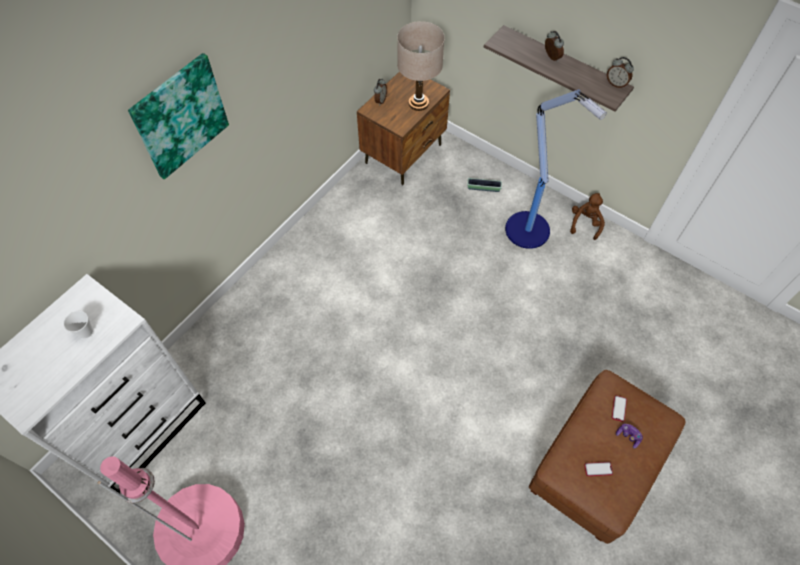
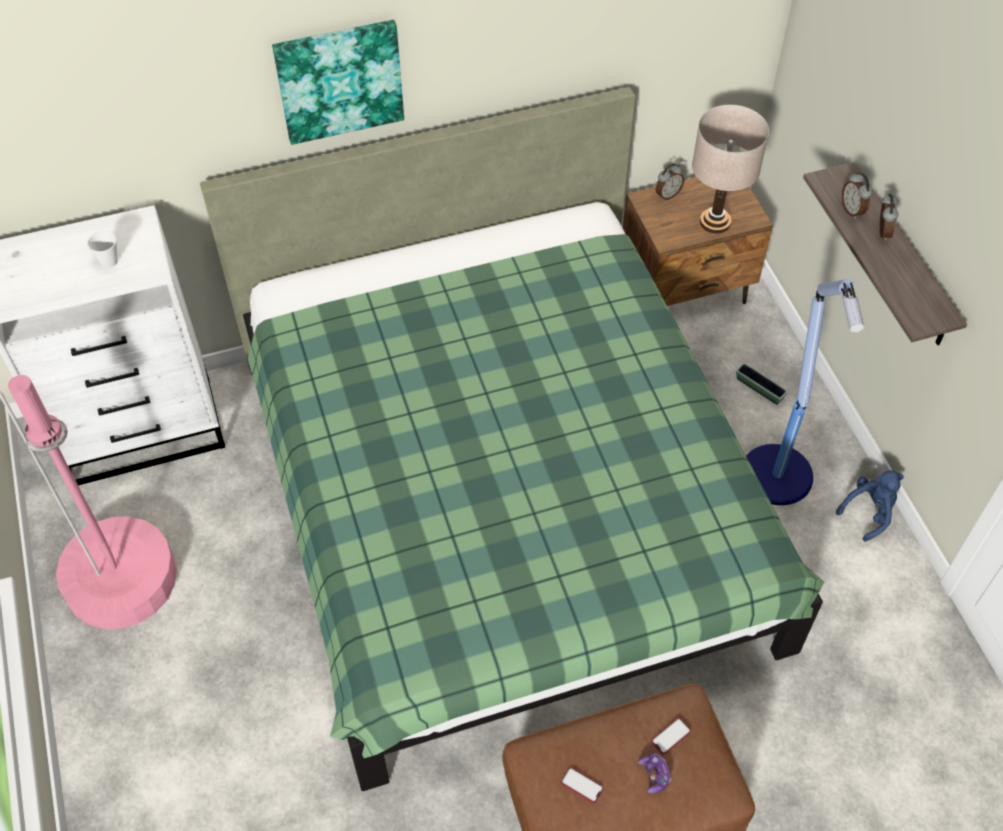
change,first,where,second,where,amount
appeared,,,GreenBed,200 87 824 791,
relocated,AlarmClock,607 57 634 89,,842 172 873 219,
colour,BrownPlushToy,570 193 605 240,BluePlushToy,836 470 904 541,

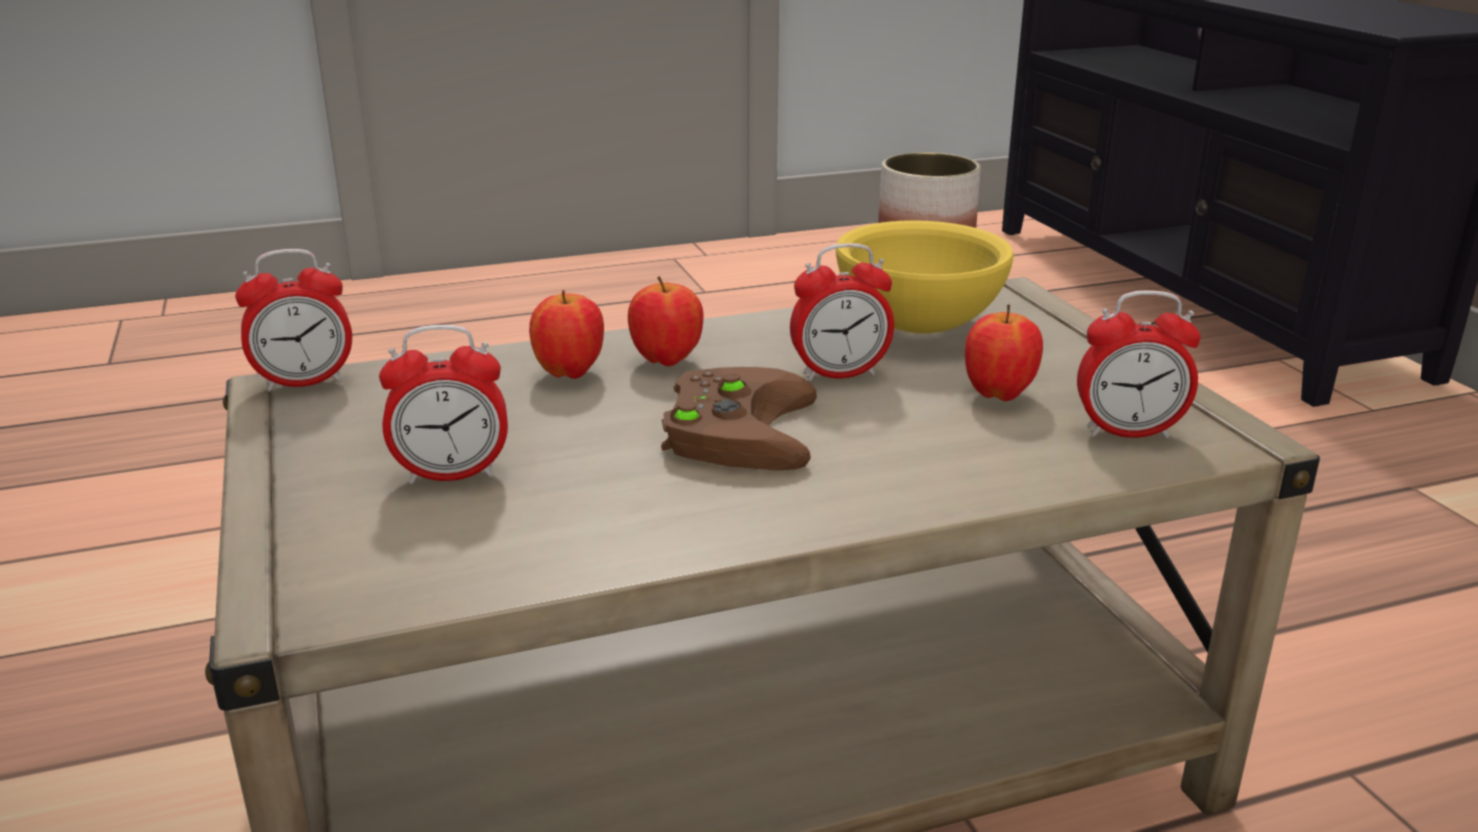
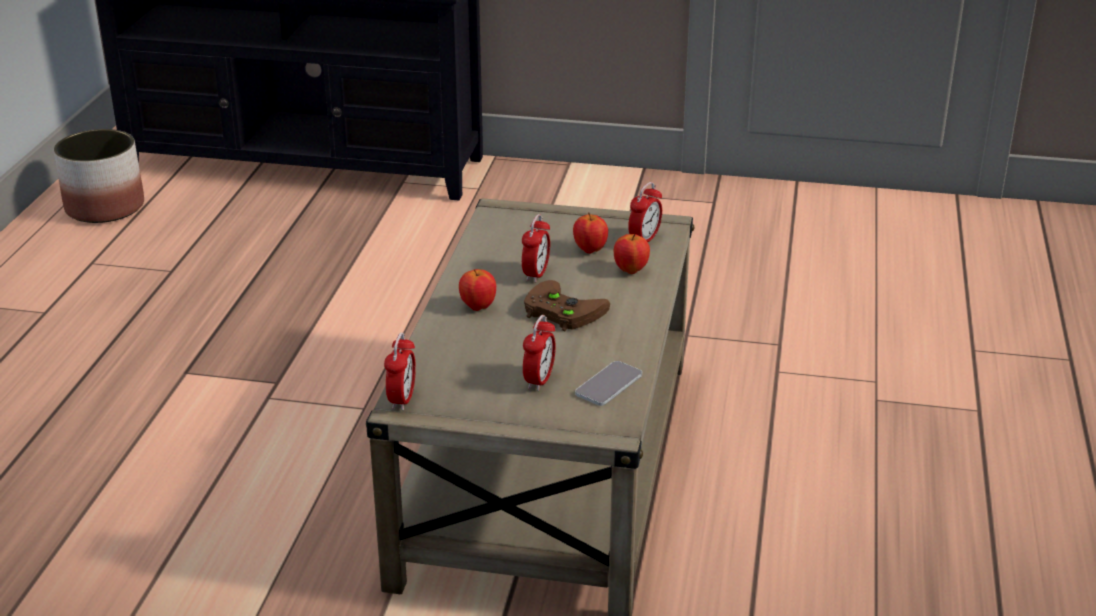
change,first,where,second,where,amount
missing,YellowBowl,836 220 1014 333,,,
appeared,,,Phone,575 361 642 406,
relocated,Apple,529 290 604 379,,614 234 650 274,

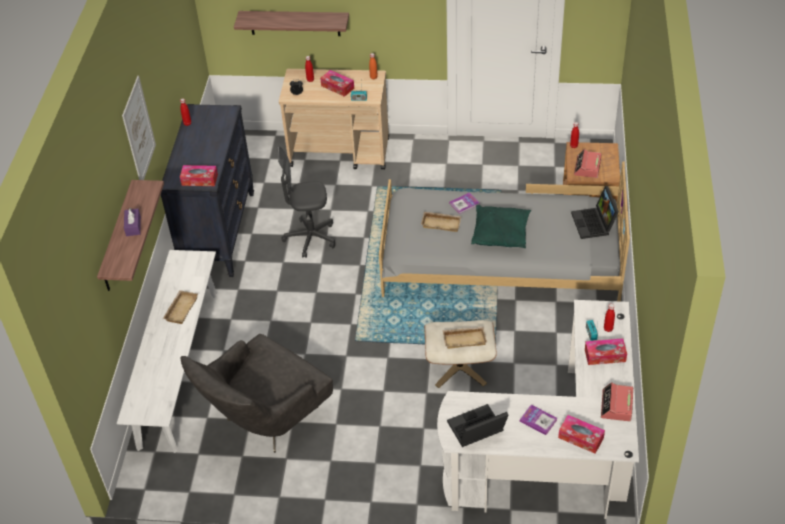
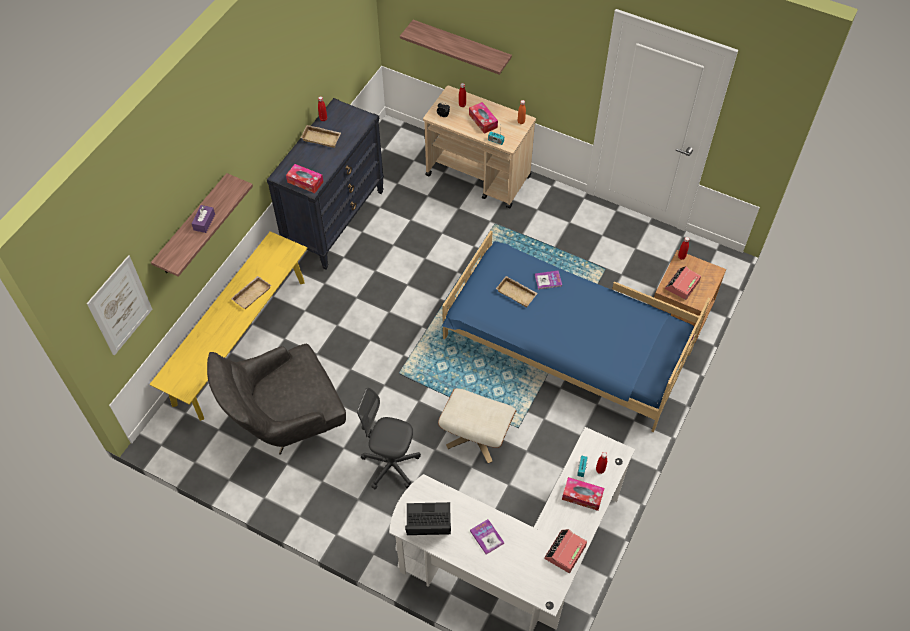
change,first,where,second,where,amount
missing,GreenPillow,471 205 531 248,,,
missing,TissueBox,558 415 605 454,,,
missing,Laptop,571 186 619 239,,,
relocated,Picture,122 76 156 180,,87 255 152 356,
relocated,GreyOfficeChair,278 146 335 258,,357 388 421 489,
relocated,BeigeTray,443 327 487 349,,300 125 341 148,
colour,WhiteBench,117 250 218 453,YellowBench,150 231 308 421,
colour,GreyBed,379 161 630 301,BlueBed,442 231 710 433,

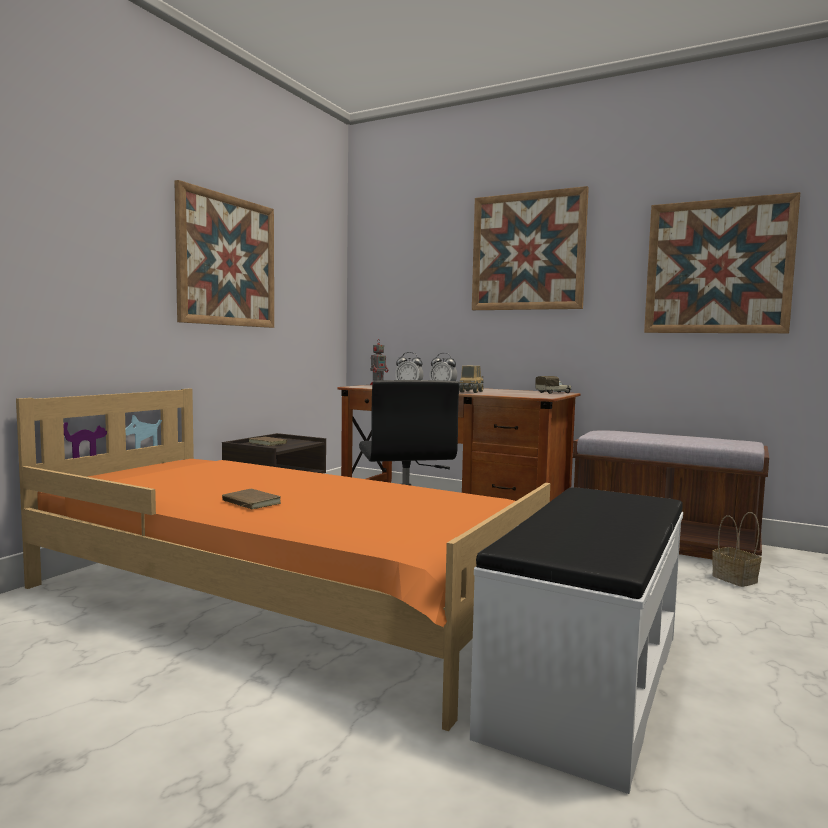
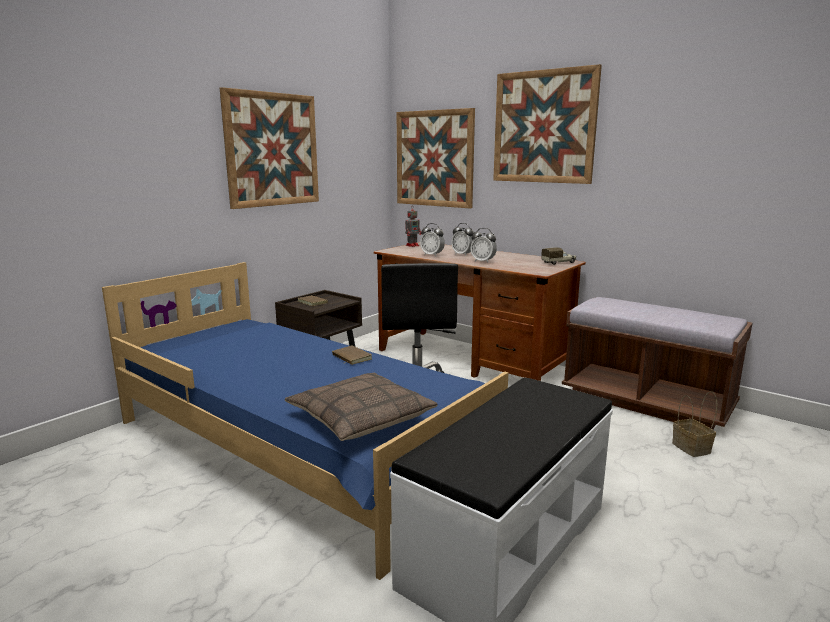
change,first,where,second,where,amount
appeared,,,Pillow,285 373 438 441,
relocated,BrownBook,222 489 281 510,,332 346 372 365,
relocated,Picture,644 192 800 333,,397 108 475 208,
exchanged,ToyTruck,459 366 484 393,AlarmClock,471 228 497 263,
colour,OrangeBed,16 389 550 731,BlueBed,102 262 509 580,

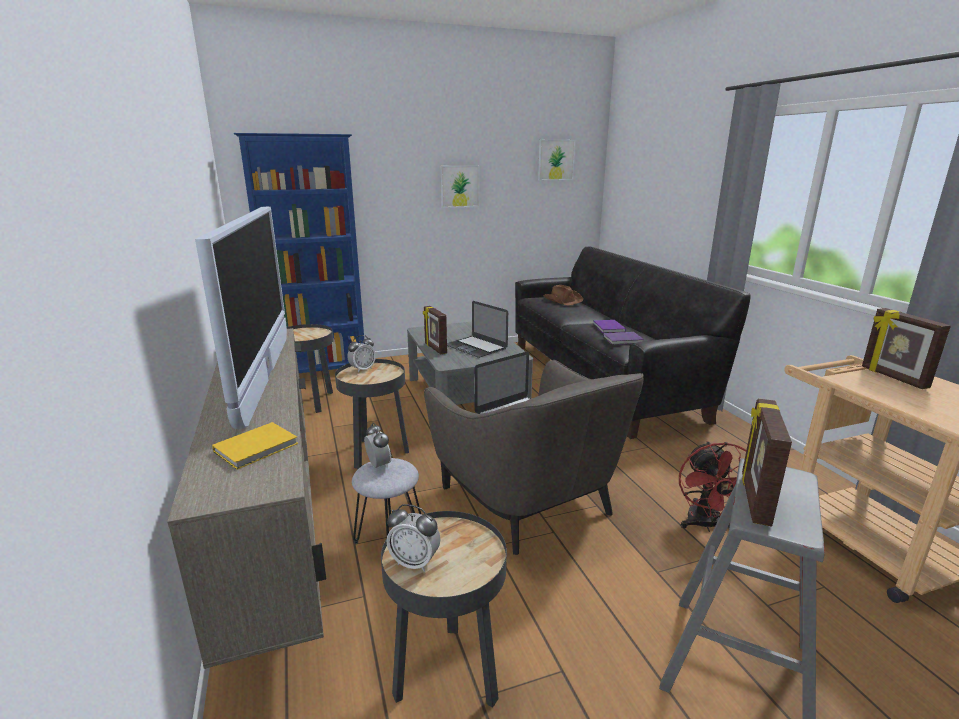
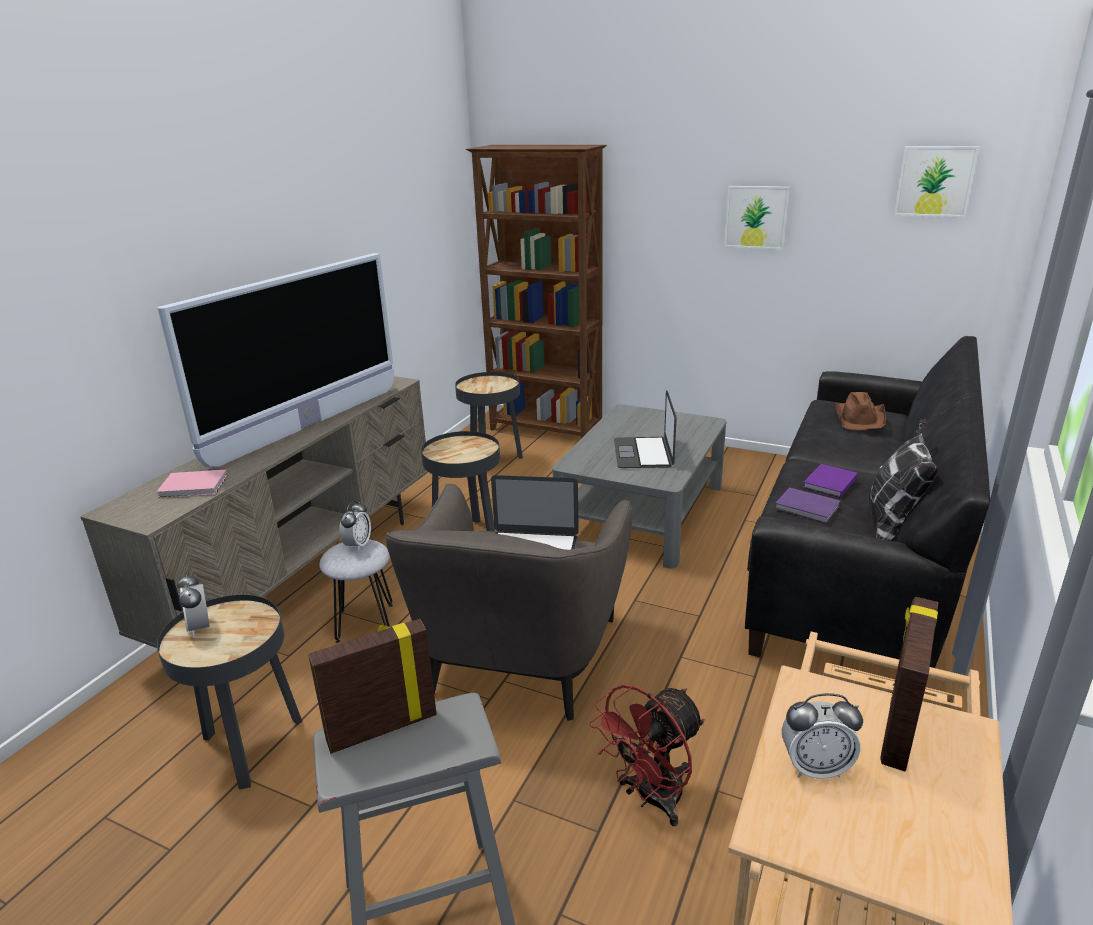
change,first,where,second,where,amount
missing,PictureFrame,423 306 447 354,,,
appeared,,,Pillow,869 418 938 541,
relocated,AlarmClock,347 335 376 373,,782 693 863 779,
colour,YellowBook,212 422 298 470,PinkBook,156 470 227 498,
colour,BlueBookcase,234 133 365 373,BrownBookcase,466 145 607 438,

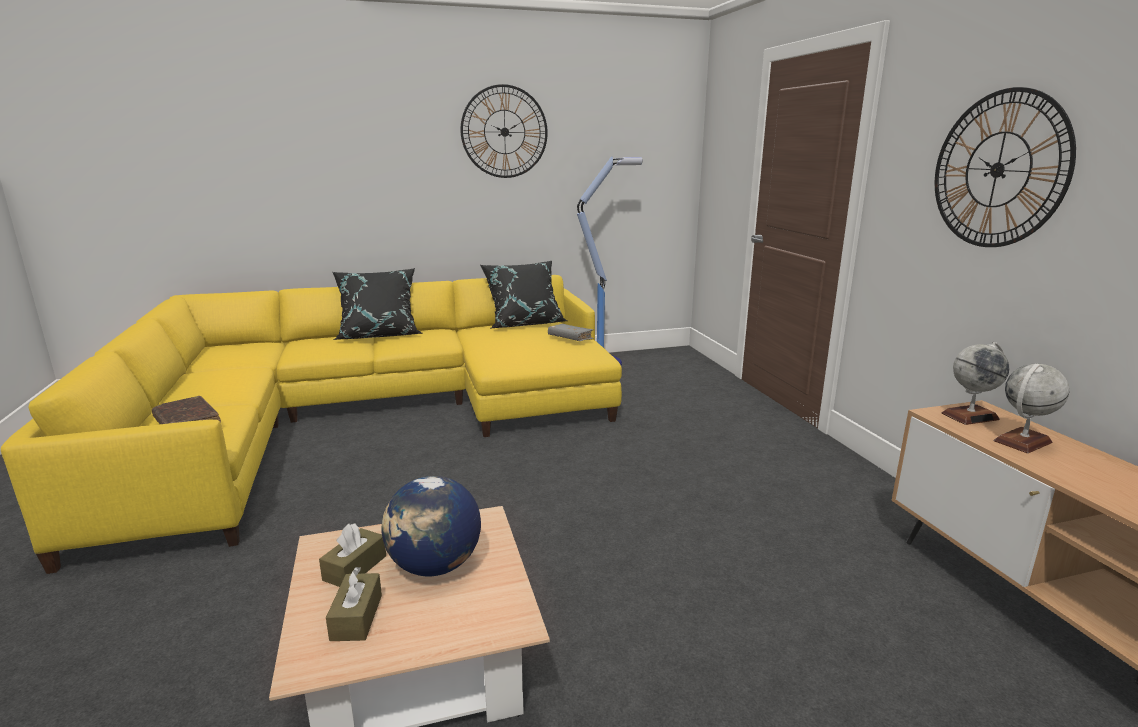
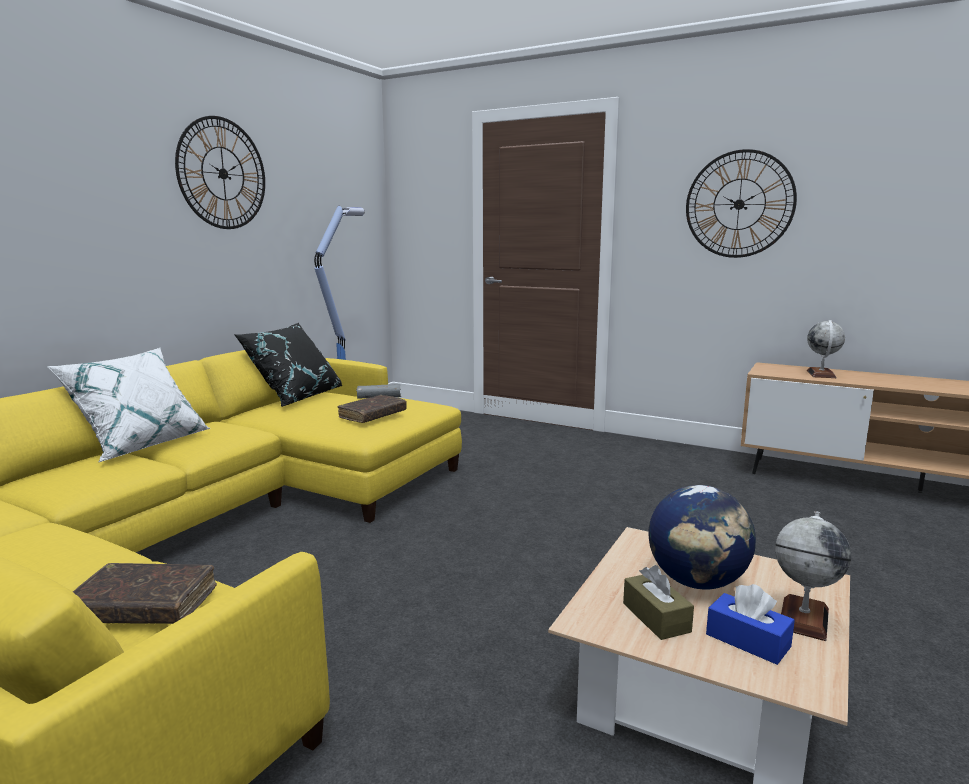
change,first,where,second,where,amount
appeared,,,BrownBook,338 395 407 423,
relocated,Globe,941 342 1009 425,,775 511 851 641,
colour,BrownTissueBox,326 567 382 641,BlueTissueBox,706 584 795 665,
colour,BlackPillow,332 268 423 340,WhitePillow,47 348 210 462,

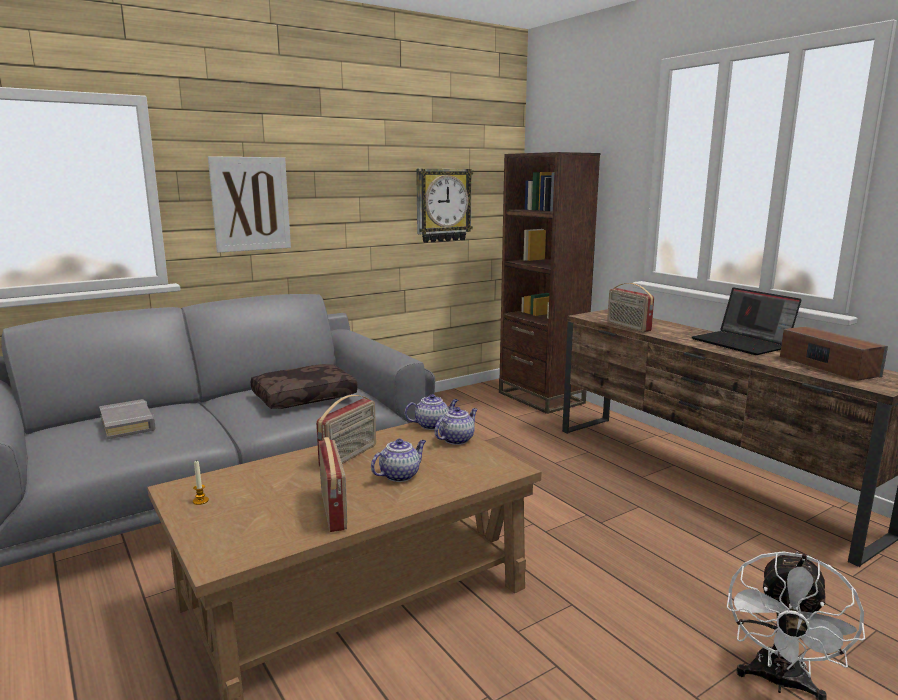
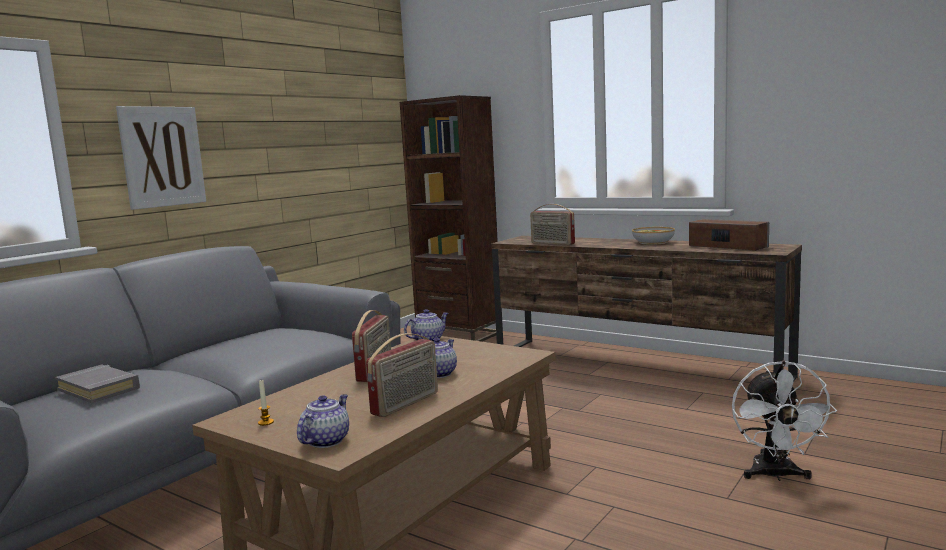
change,first,where,second,where,amount
missing,BrownPillow,251 364 358 409,,,
missing,WallClock,416 169 473 243,,,
relocated,Teapot,434 407 478 445,,297 394 349 448,
exchanged,Laptop,692 287 801 355,Bowl,632 227 675 245,
spun,Radio,319 437 347 532,,366 333 438 417,75 degrees clockwise

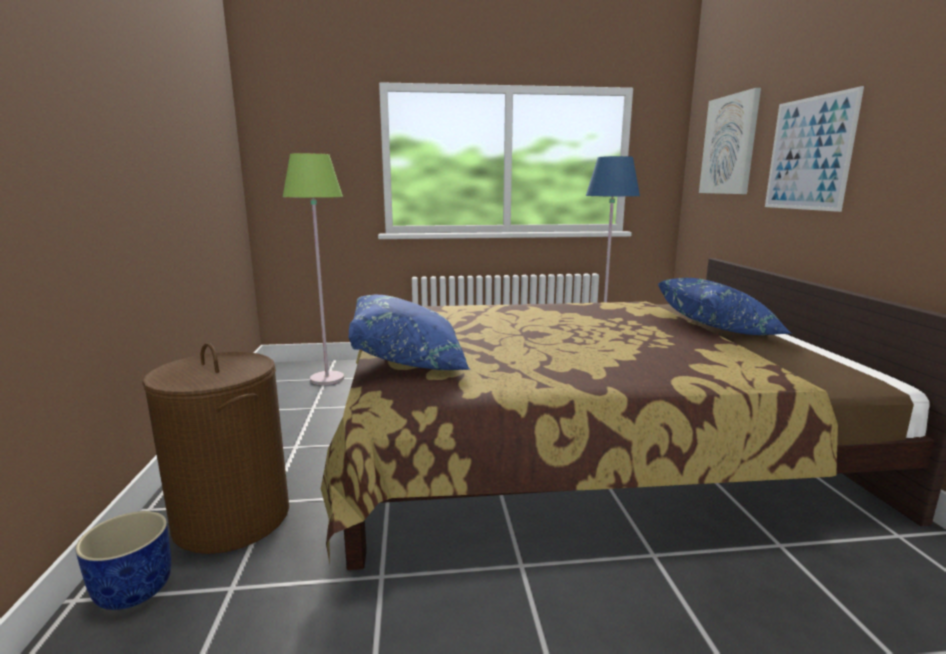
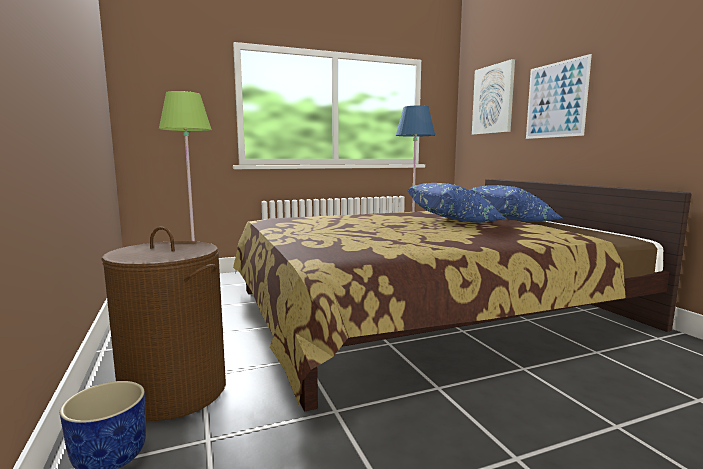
change,first,where,second,where,amount
relocated,BluePillow,348 295 470 370,,408 183 506 223,

